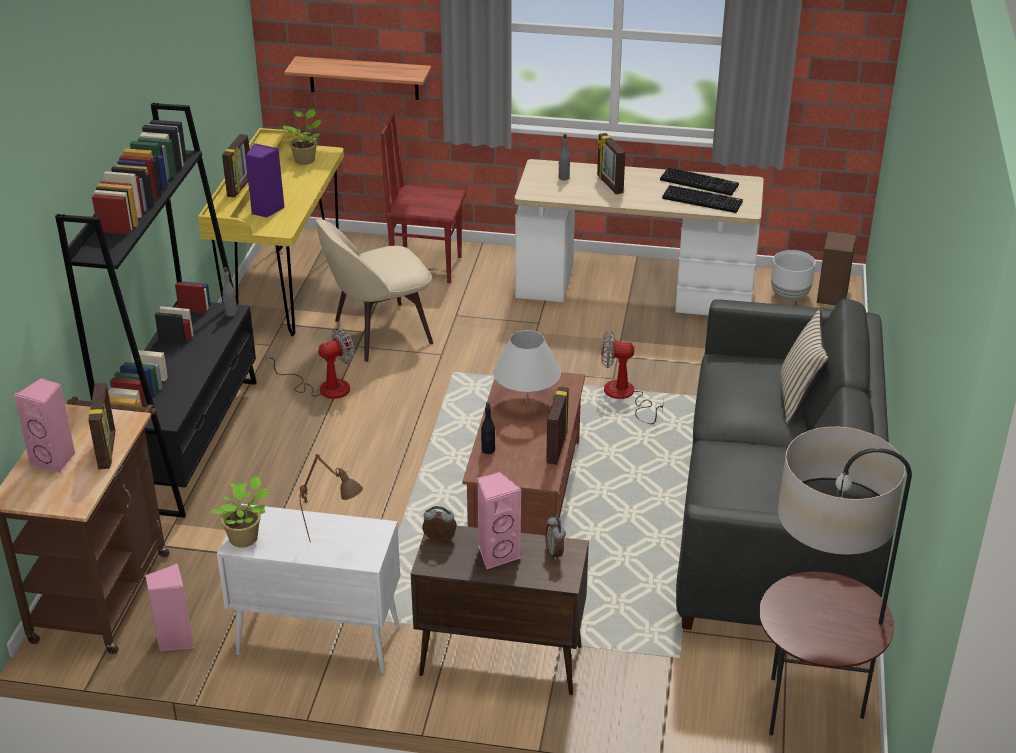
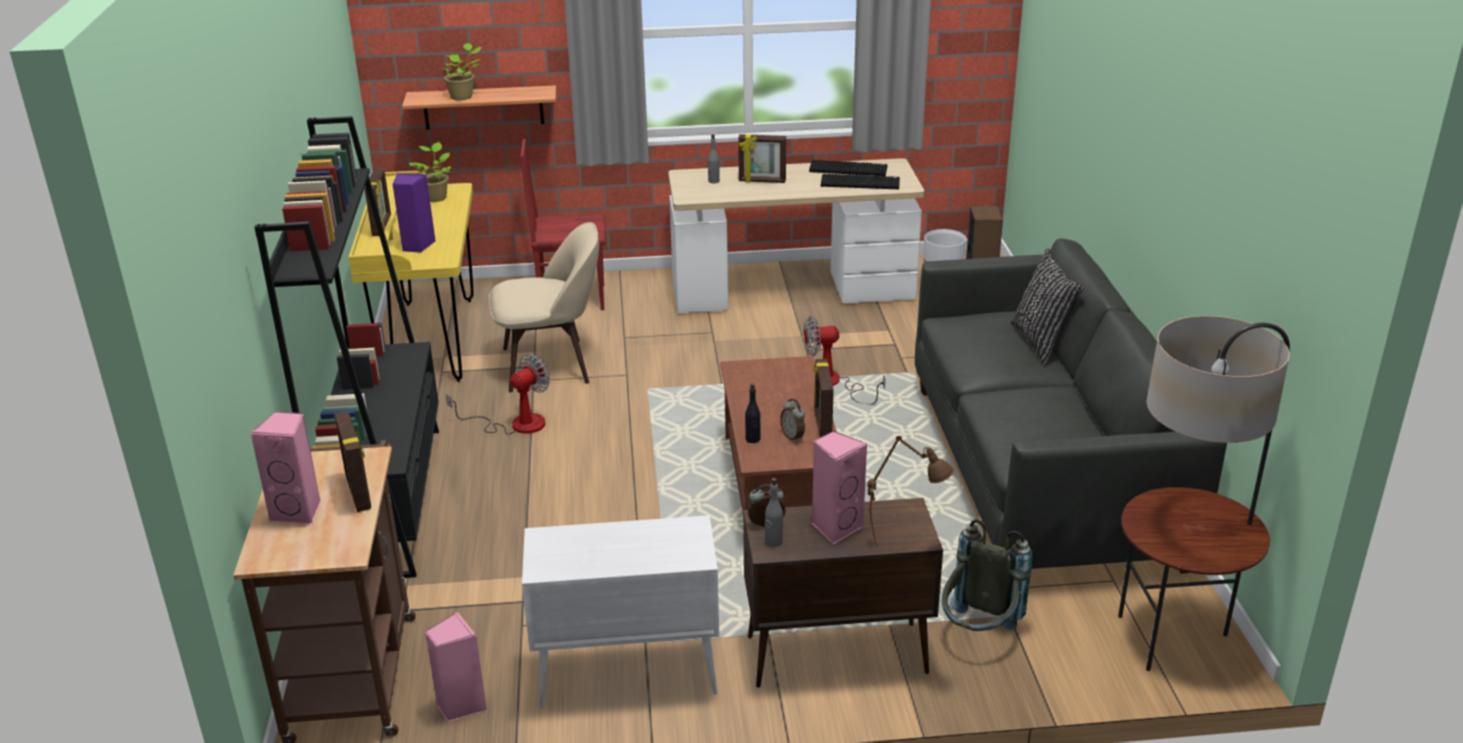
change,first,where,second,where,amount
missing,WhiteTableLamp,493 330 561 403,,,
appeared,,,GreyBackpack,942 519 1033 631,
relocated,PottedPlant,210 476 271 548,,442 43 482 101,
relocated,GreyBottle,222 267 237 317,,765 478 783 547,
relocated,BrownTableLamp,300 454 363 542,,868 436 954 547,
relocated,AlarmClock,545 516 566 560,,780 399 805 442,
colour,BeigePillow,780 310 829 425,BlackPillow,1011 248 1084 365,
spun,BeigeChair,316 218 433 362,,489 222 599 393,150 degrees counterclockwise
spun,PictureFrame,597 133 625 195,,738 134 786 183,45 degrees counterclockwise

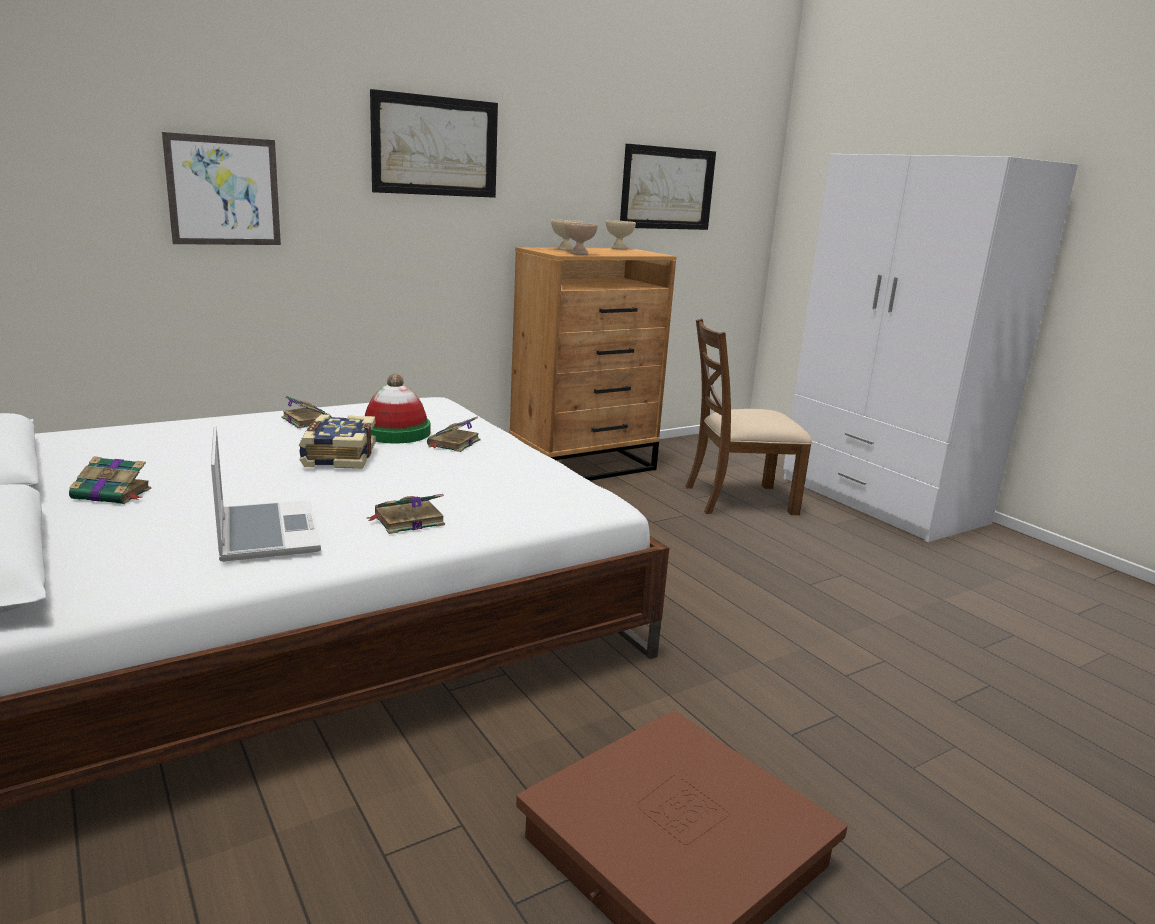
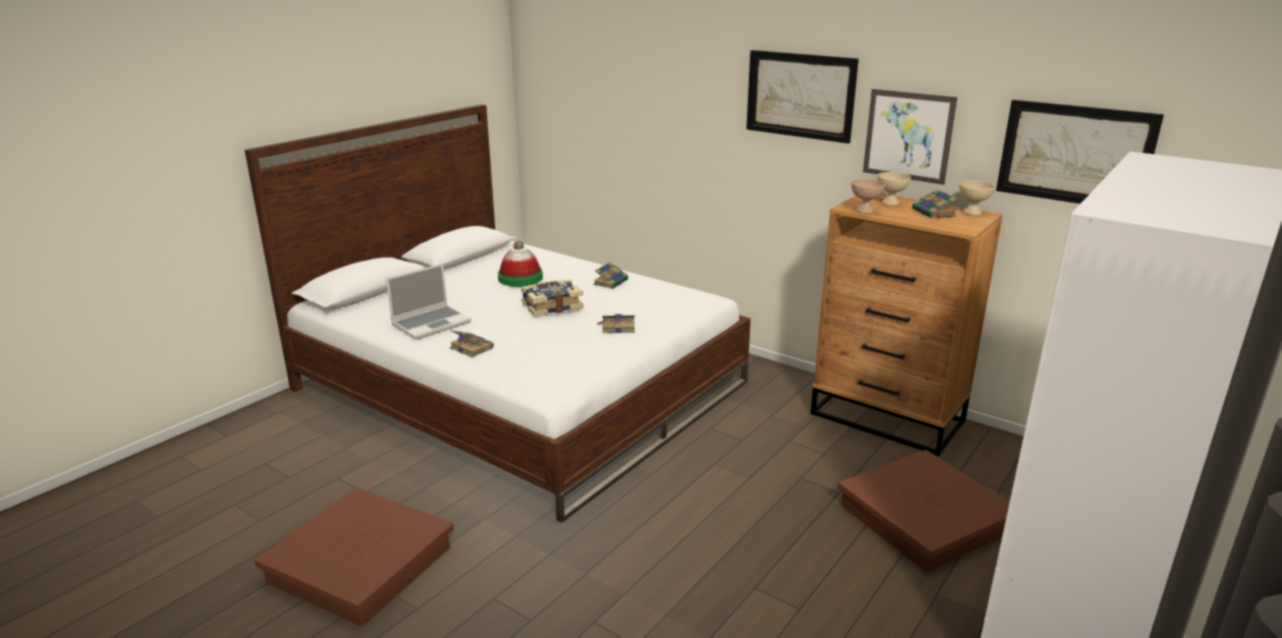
change,first,where,second,where,amount
relocated,Book,69 457 151 504,,912 189 957 219,
relocated,Picture,162 132 281 245,,863 89 957 185,
relocated,Hat,365 374 430 443,,498 241 543 287,
exchanged,BrownChair,685 319 812 515,BrownStorageBox,838 450 1009 572,

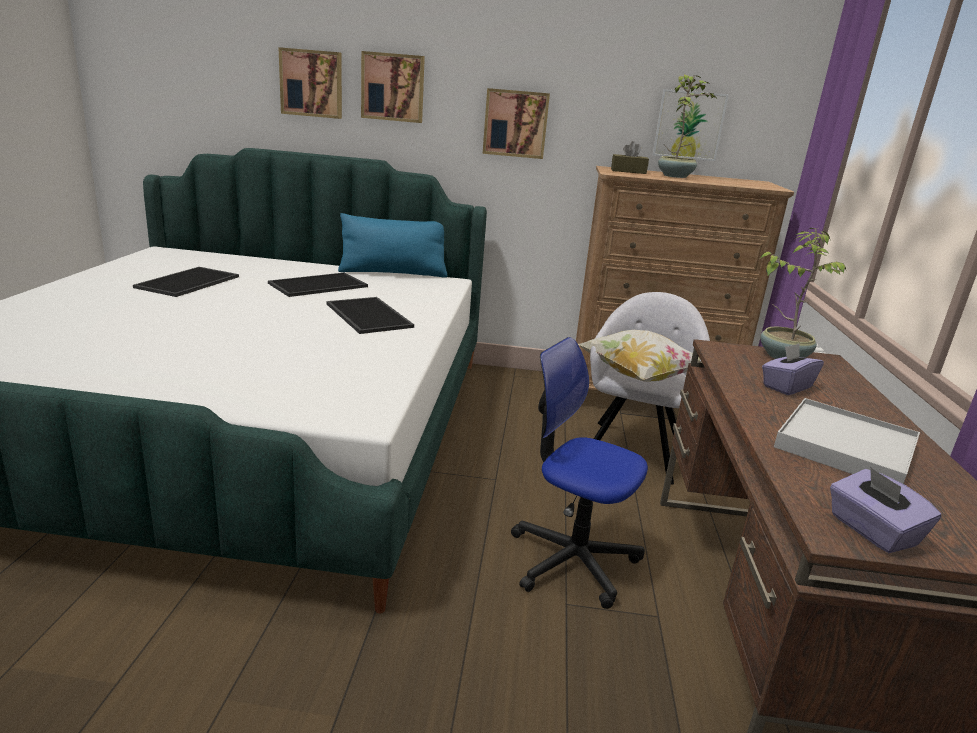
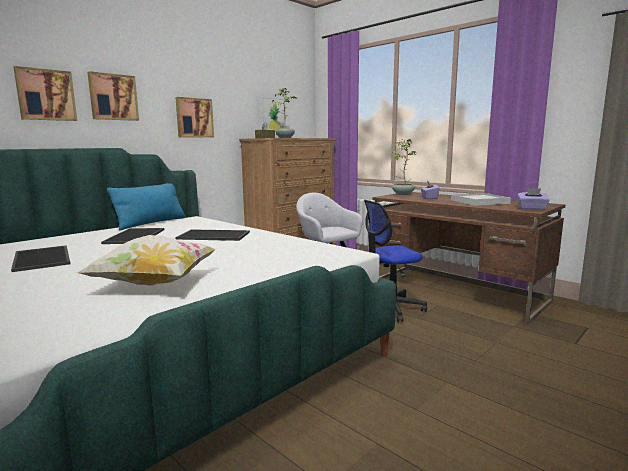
change,first,where,second,where,amount
relocated,Pillow,578 330 700 382,,76 235 216 286,

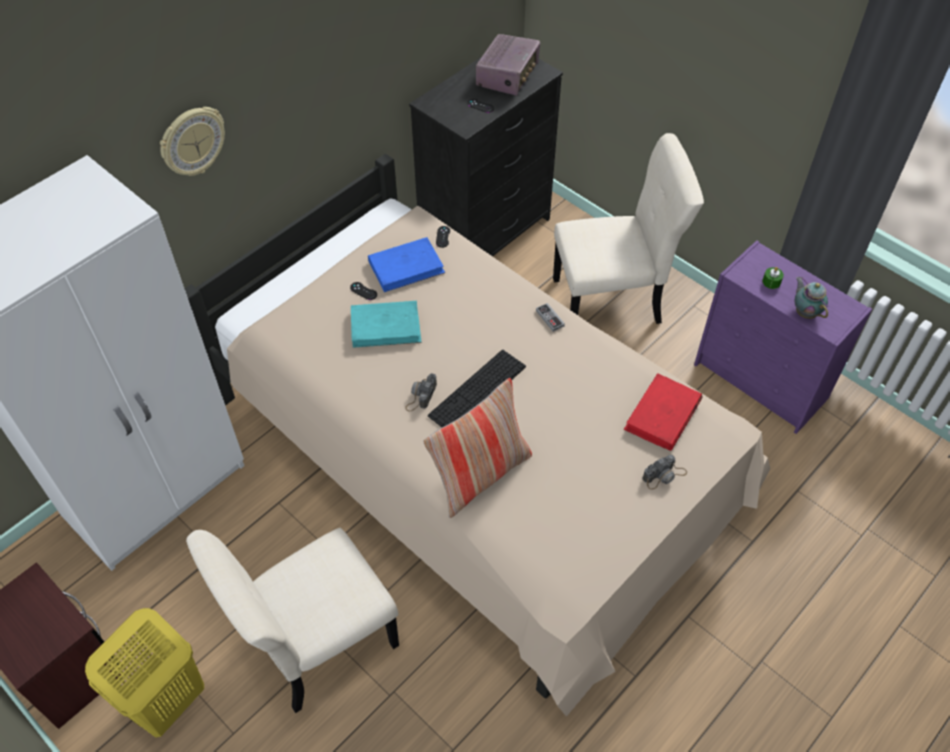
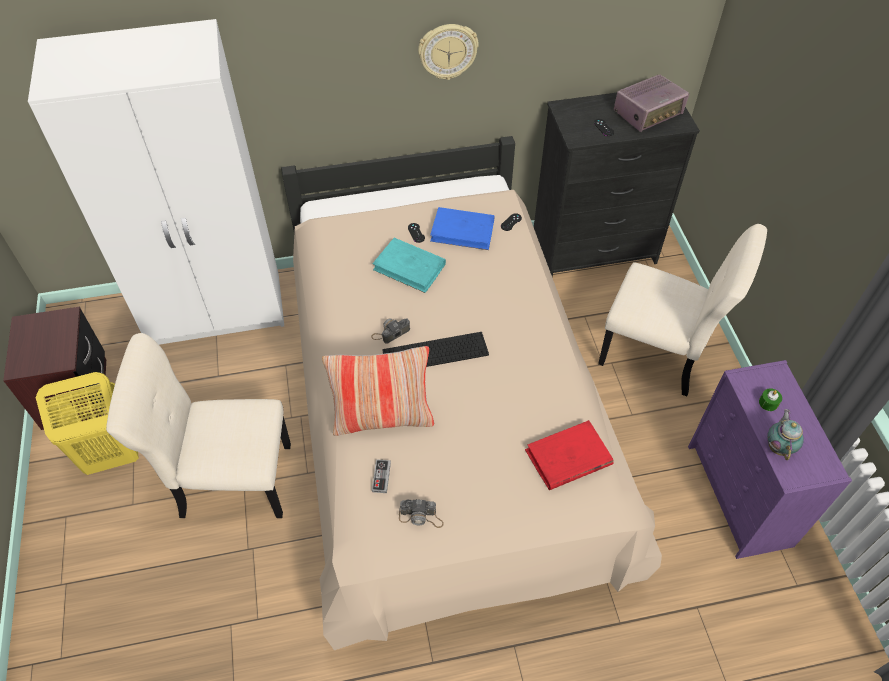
change,first,where,second,where,amount
relocated,WallClock,160 107 225 176,,418 24 479 80,
relocated,GameController,536 303 565 332,,372 459 391 493,
relocated,PhotoCamera,642 455 687 490,,399 499 444 528,

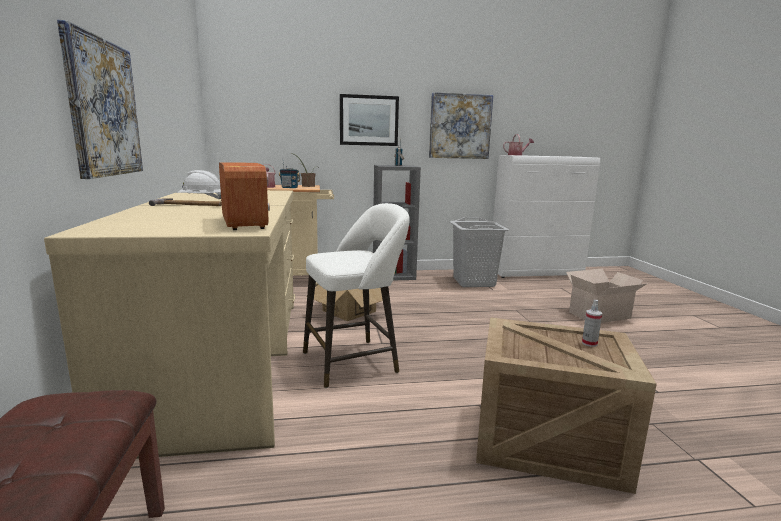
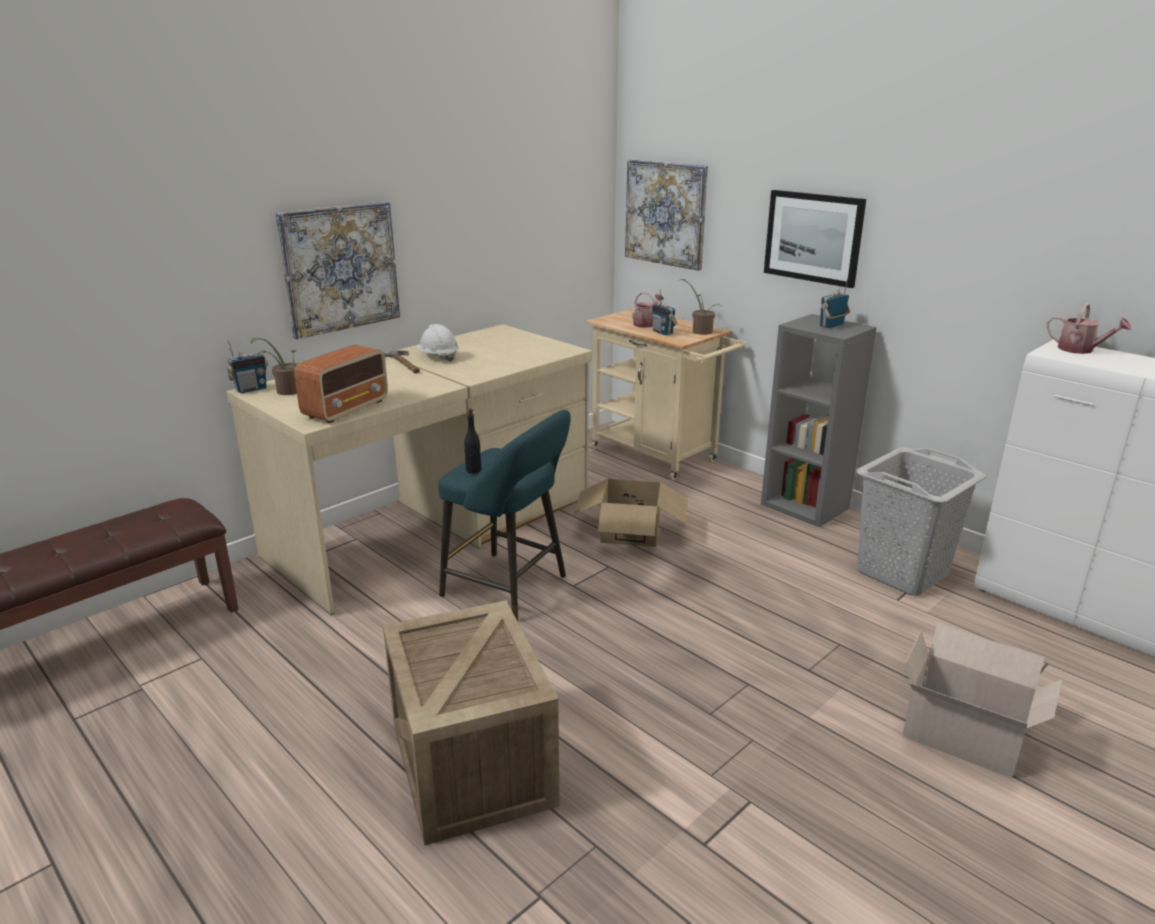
change,first,where,second,where,amount
missing,SprayBottle,582 300 602 347,,,
appeared,,,Radio,227 341 268 393,
appeared,,,PottedPlant,251 338 298 395,
appeared,,,BlackBottle,464 408 481 474,
relocated,Picture,429 92 493 159,,625 159 708 271,
colour,WhiteStool,303 203 410 388,TurquoiseStool,438 410 571 621,

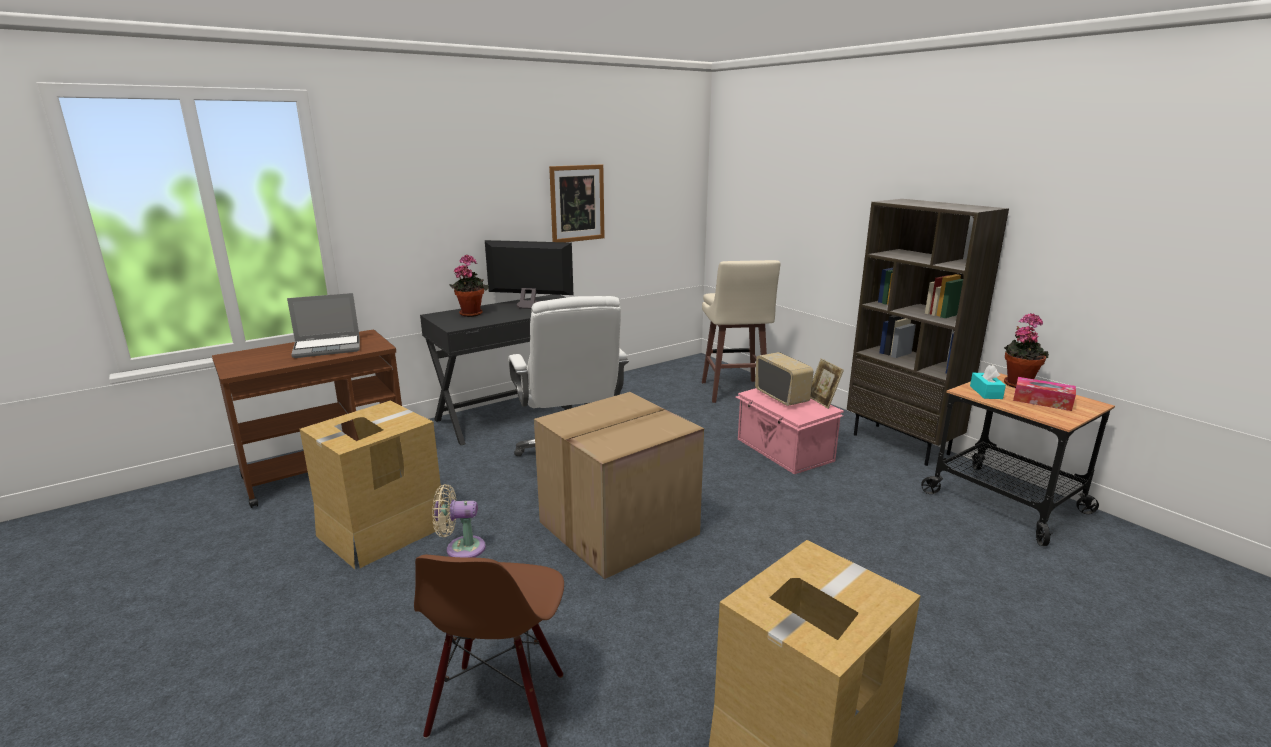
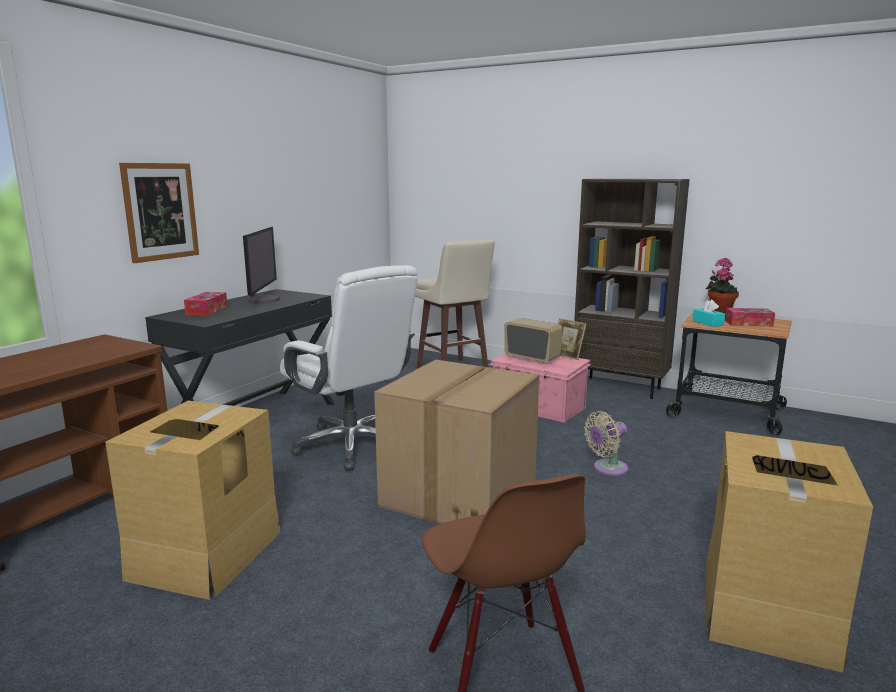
change,first,where,second,where,amount
missing,Laptop,287 293 360 358,,,
relocated,BeigeFan,432 484 486 558,,584 411 628 476,
relocated,Picture,549 165 604 242,,119 163 199 263,
exchanged,PottedPlant,449 254 488 317,TissueBox,184 292 227 316,
spun,Monitor,485 240 573 309,,243 227 280 303,105 degrees clockwise

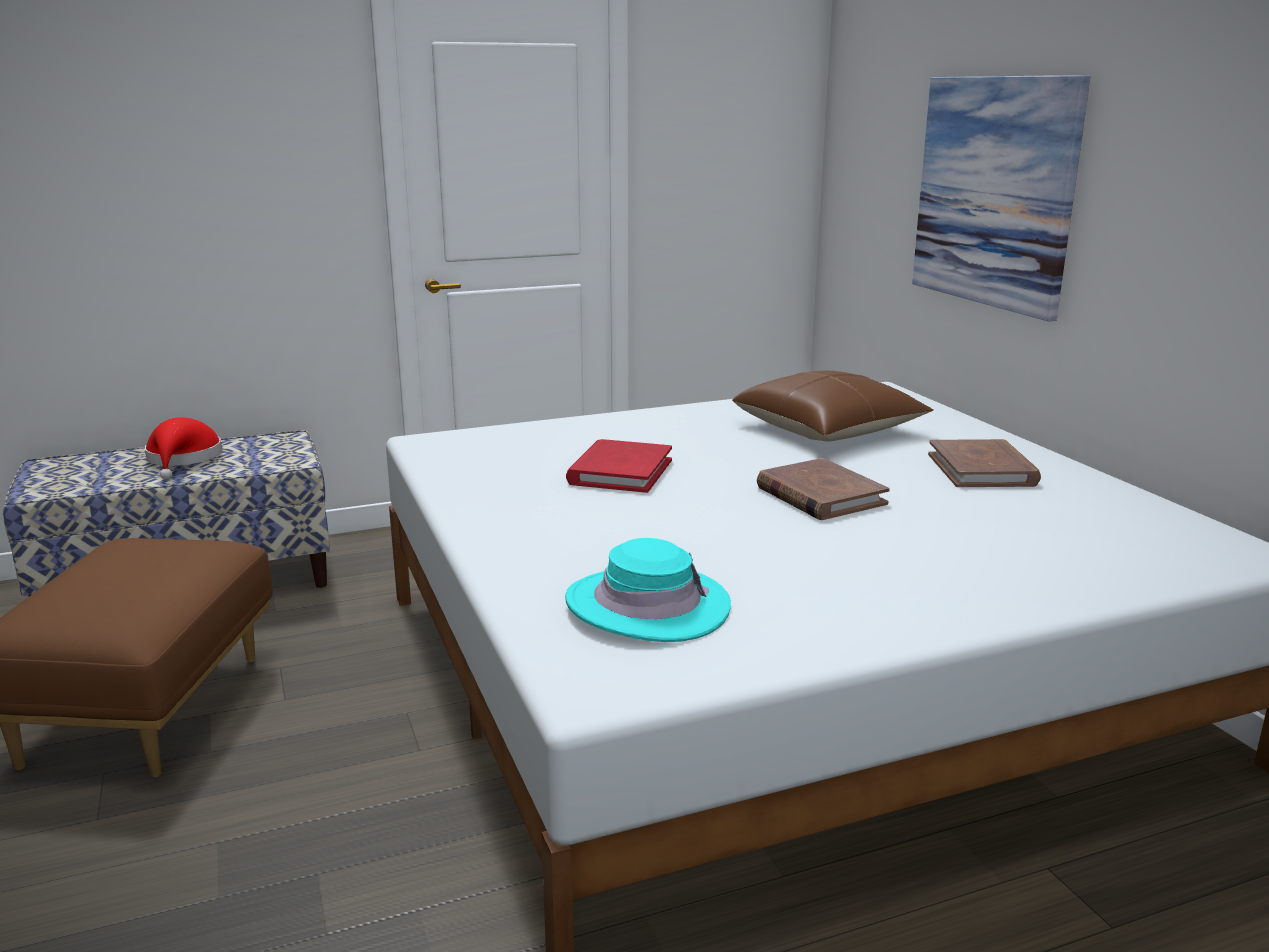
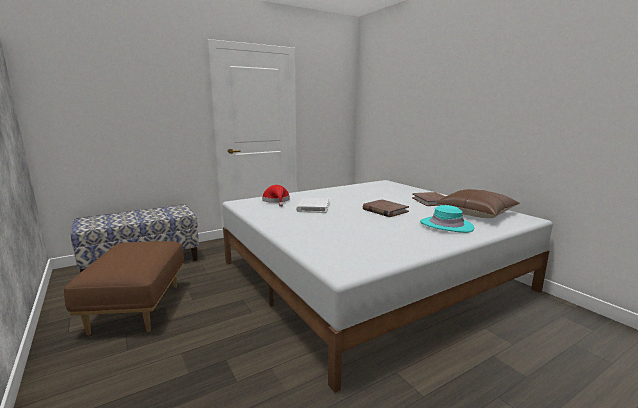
change,first,where,second,where,amount
missing,Picture,912 75 1090 322,,,
relocated,RedHat,145 417 222 480,,262 185 290 207,
relocated,TurquoiseHat,565 538 731 642,,420 205 474 233,
relocated,BrownPillow,732 371 934 442,,437 189 520 218,
colour,RedBook,566 439 672 493,WhiteBook,296 198 329 213,

